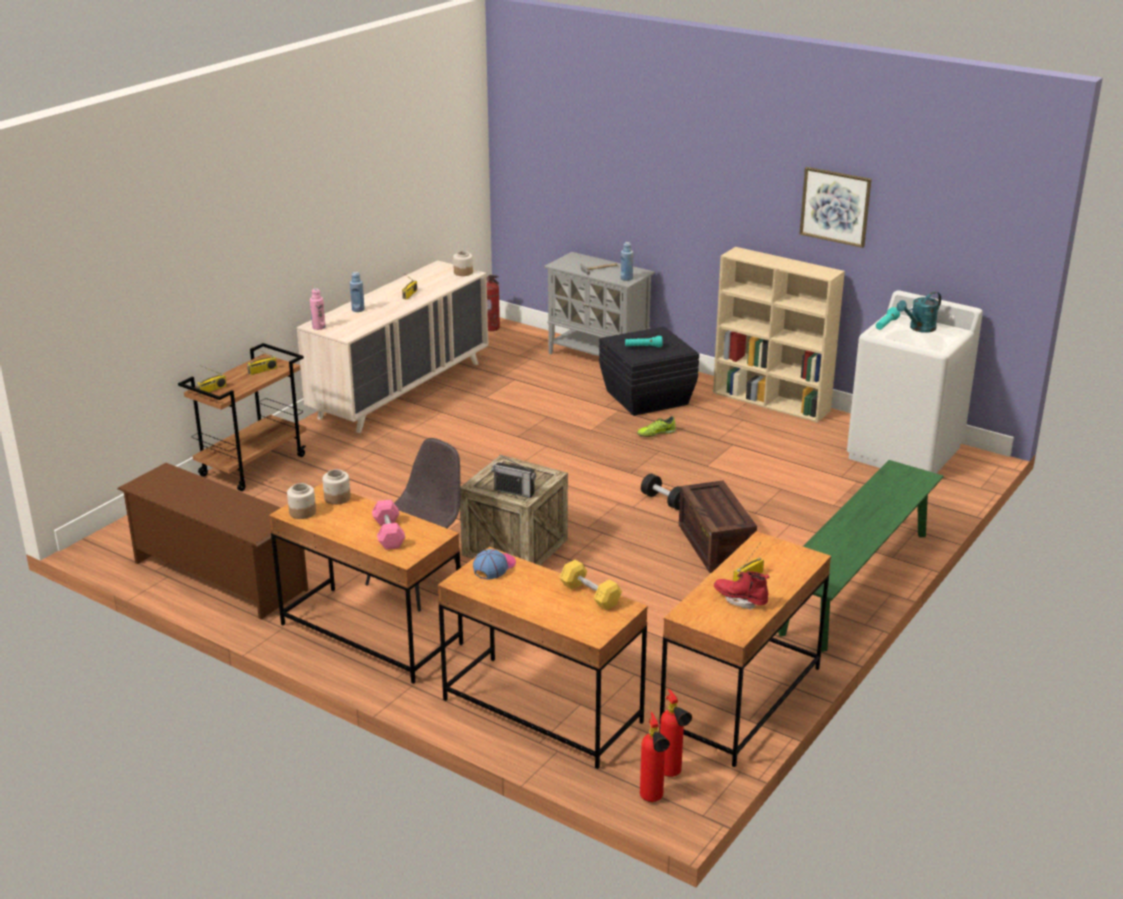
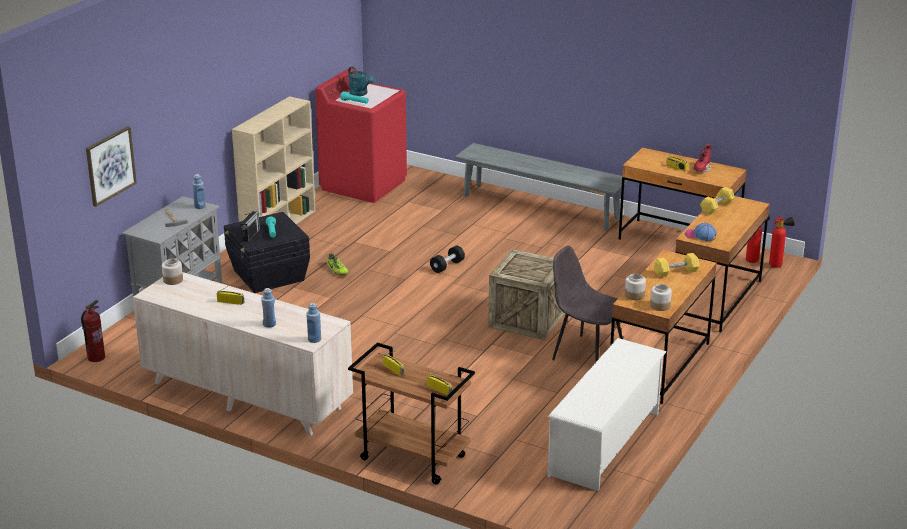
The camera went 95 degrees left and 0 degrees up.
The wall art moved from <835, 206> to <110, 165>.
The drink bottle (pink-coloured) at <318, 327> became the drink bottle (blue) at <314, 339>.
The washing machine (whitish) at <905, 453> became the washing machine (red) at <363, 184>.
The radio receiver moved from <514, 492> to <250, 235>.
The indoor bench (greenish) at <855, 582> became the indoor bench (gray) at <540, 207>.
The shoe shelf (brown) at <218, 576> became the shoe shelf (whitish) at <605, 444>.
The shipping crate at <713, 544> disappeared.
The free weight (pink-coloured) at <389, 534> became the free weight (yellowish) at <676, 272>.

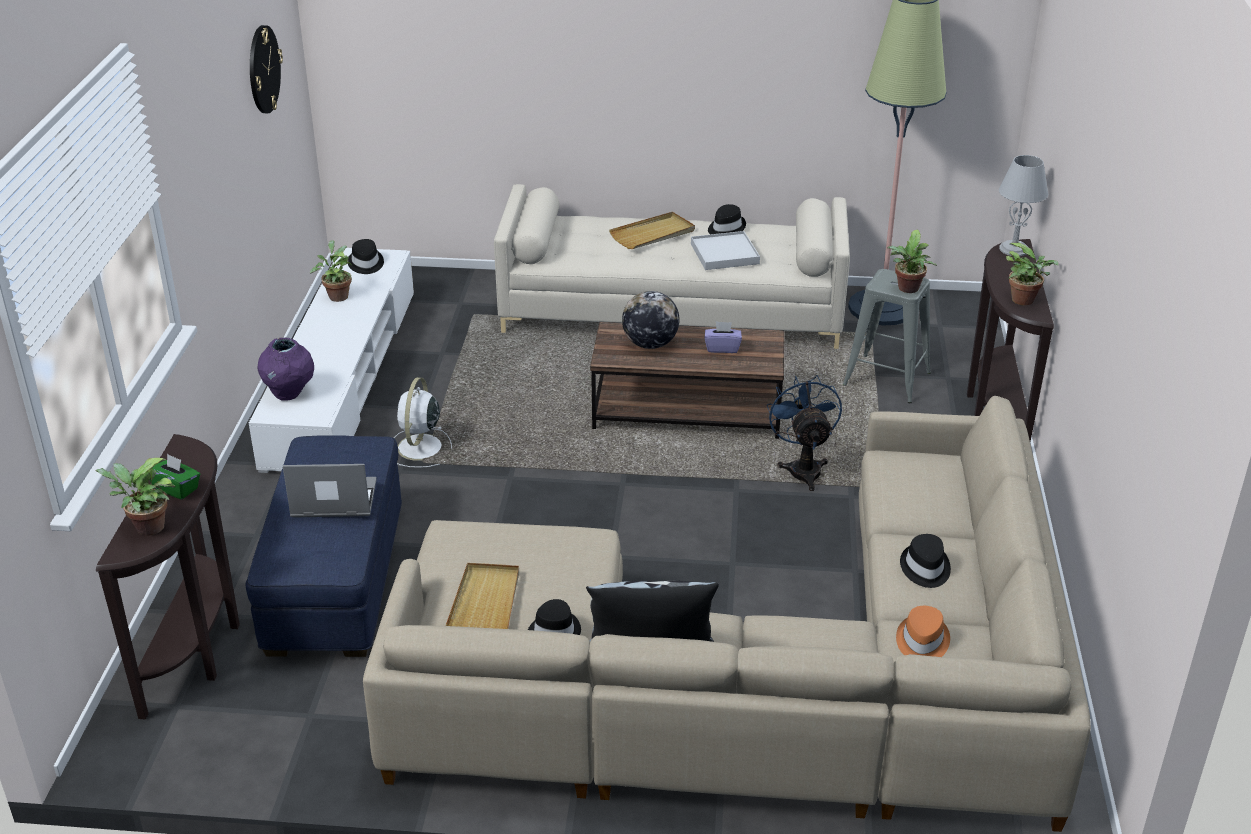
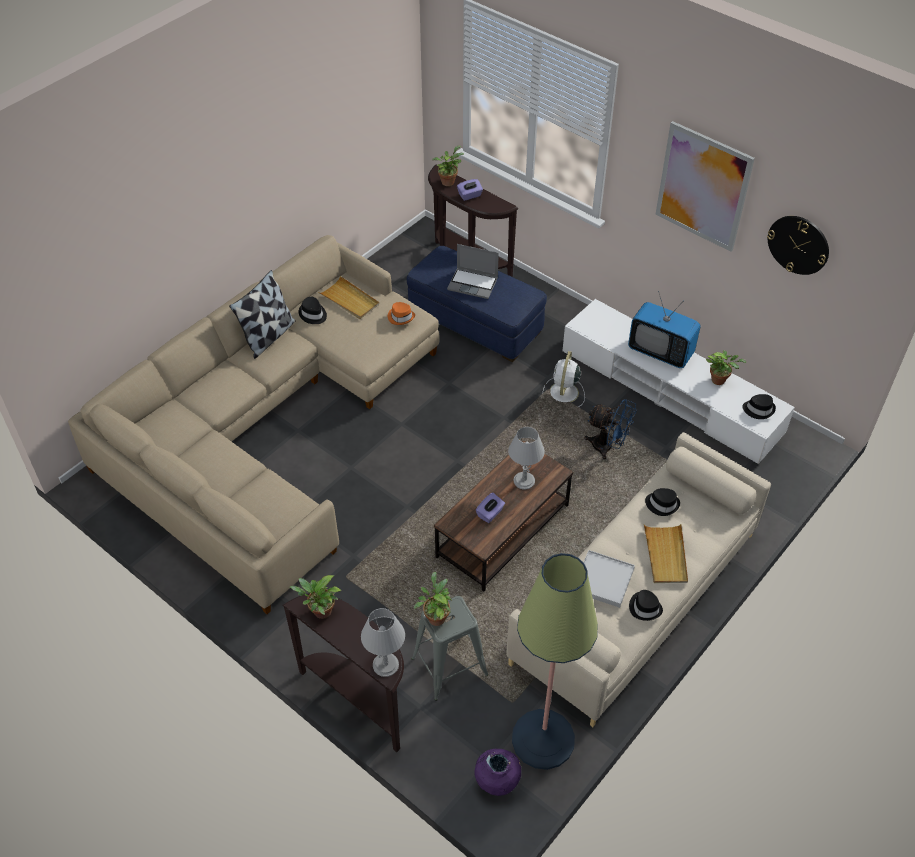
The camera went 125 degrees right and 15 degrees up.
The globe at <650, 344> was replaced by the lamp for a table (gray) at <524, 481>.
The vase (purplish) moved from <289, 394> to <497, 782>.
The cooling fan (blue) moved from <803, 468> to <607, 447>.
The cooling fan (whitish) at <419, 448> turned 120 degrees counterclockwise.
The tissue box (greenish) at <176, 488> became the tissue box (purplish) at <470, 195>.
The notebook computer at <332, 500> turned 75 degrees clockwise.
The wearable hat (black-coloured) moved from <925, 568> to <662, 504>.
The wearable hat (orangey) moved from <921, 641> to <401, 317>.
The wall art at <703, 186> appeared.
The TV at <660, 352> appeared.

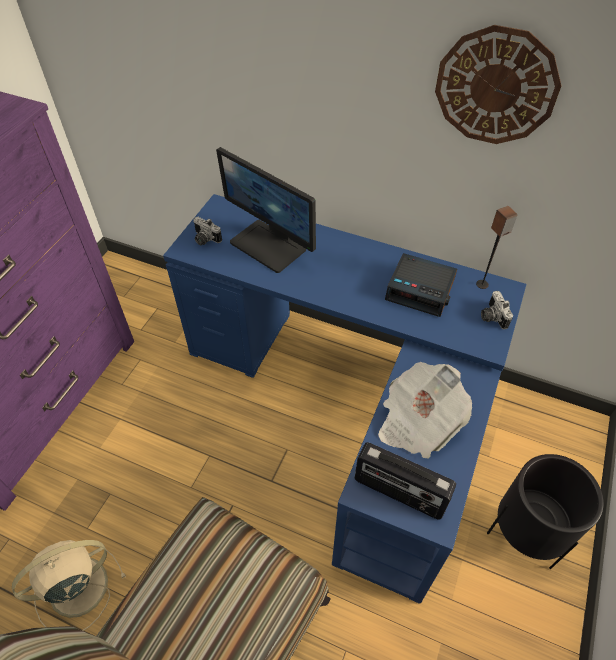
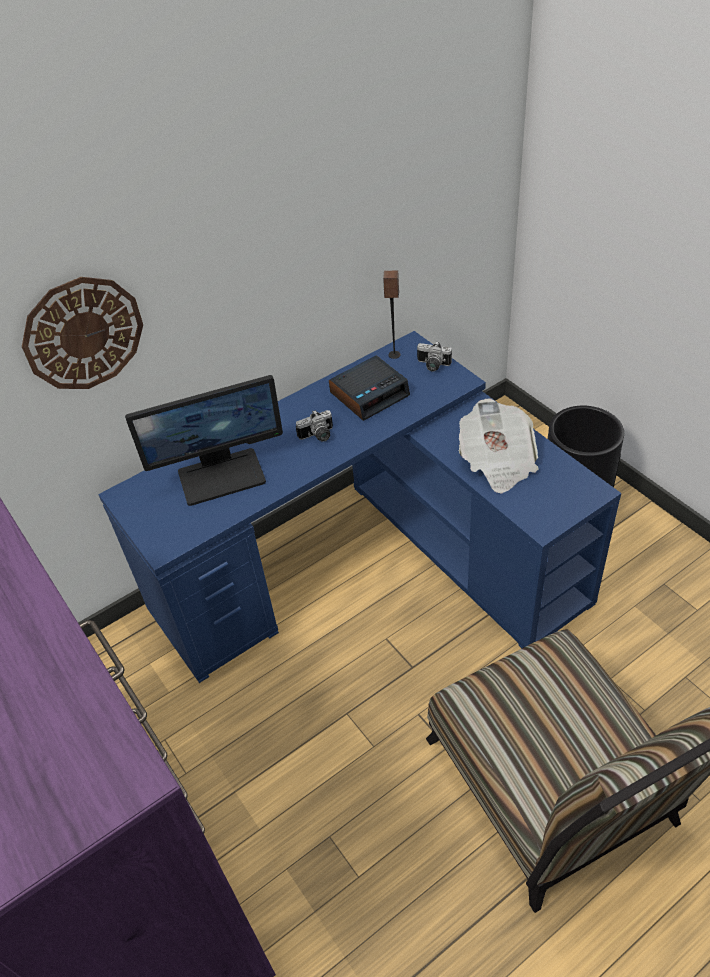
The camera went 55 degrees left and 5 degrees down.
The clock on the wall moved from <496, 87> to <83, 334>.
The still camera moved from <204, 239> to <318, 436>.
The radio receiver at <399, 493> disappeared.
The cooling fan (sand-coloured) at <76, 588> disappeared.

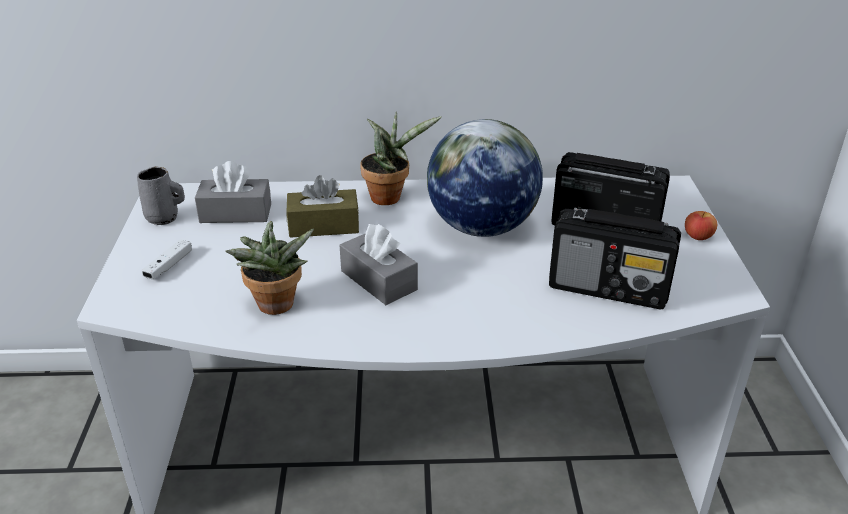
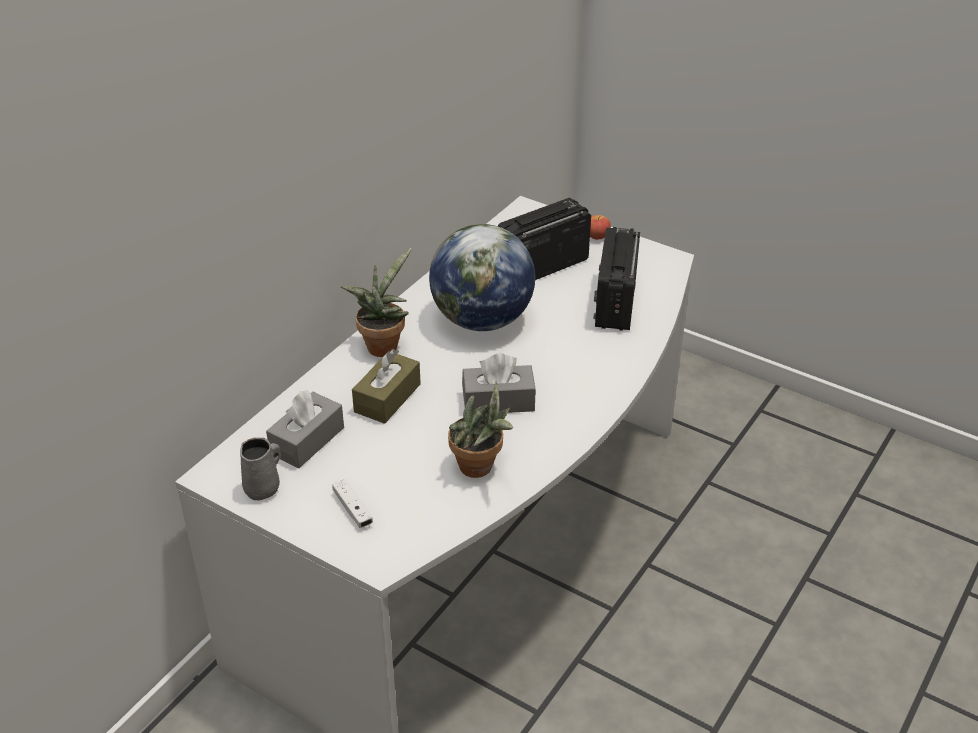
The camera went 55 degrees left and 5 degrees up.
The radio receiver at <609, 288> turned 135 degrees clockwise.

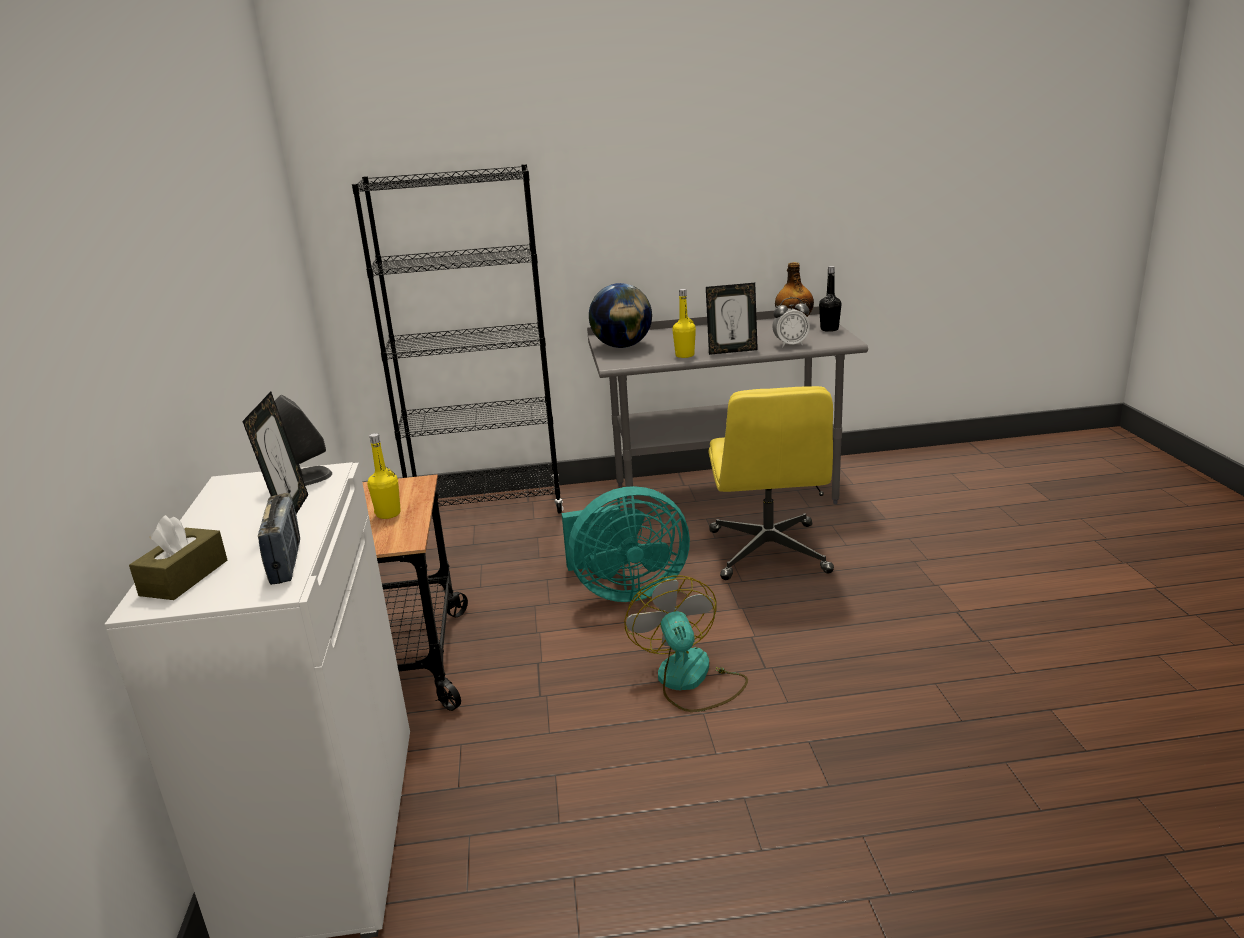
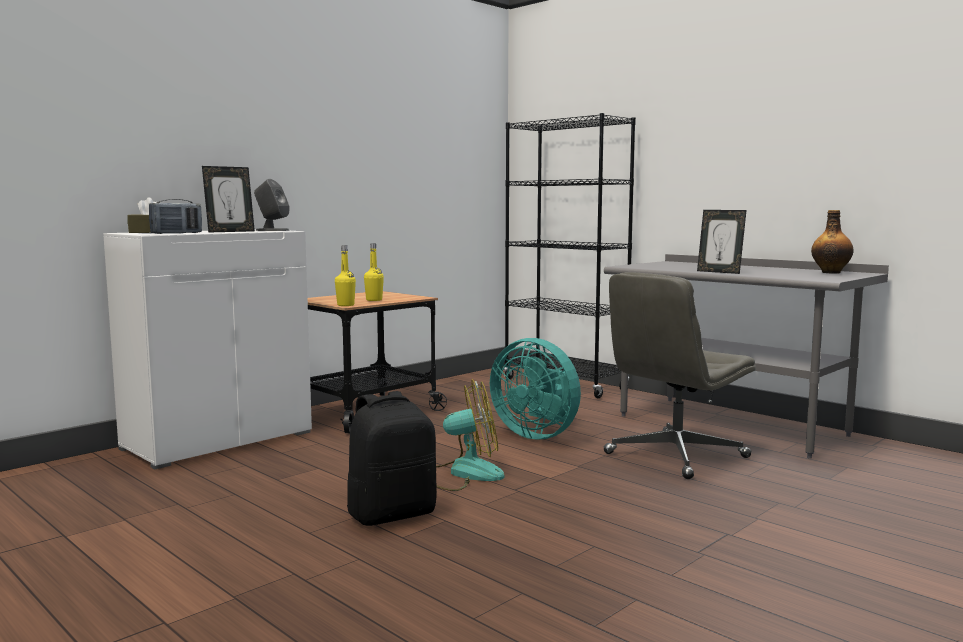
The camera went 50 degrees right and 15 degrees down.
The drink bottle (black-coloured) at <829, 329> disappeared.
The globe at <622, 346> disappeared.
The drink bottle (yellowish) moved from <684, 355> to <345, 305>.
The alarm clock at <790, 344> disappeared.
The office chair (yellowish) at <769, 552> became the office chair (gray) at <675, 456>.
The cooling fan at <690, 680> turned 45 degrees clockwise.
The rucksack (black-coloured) at <392, 514> appeared.

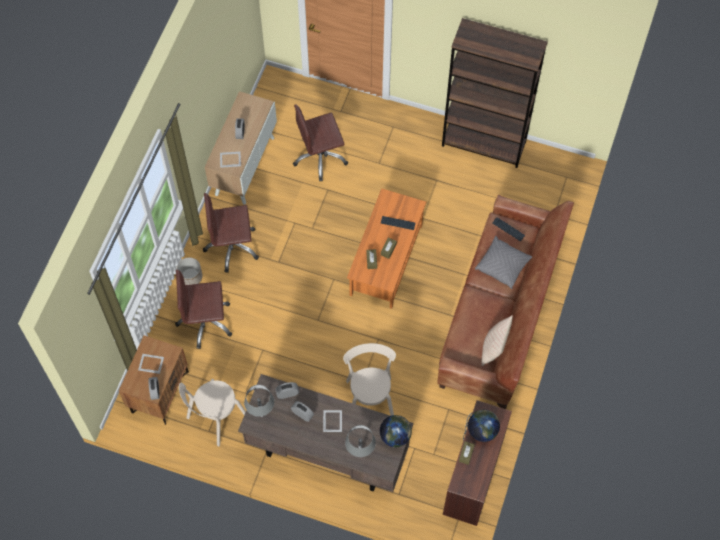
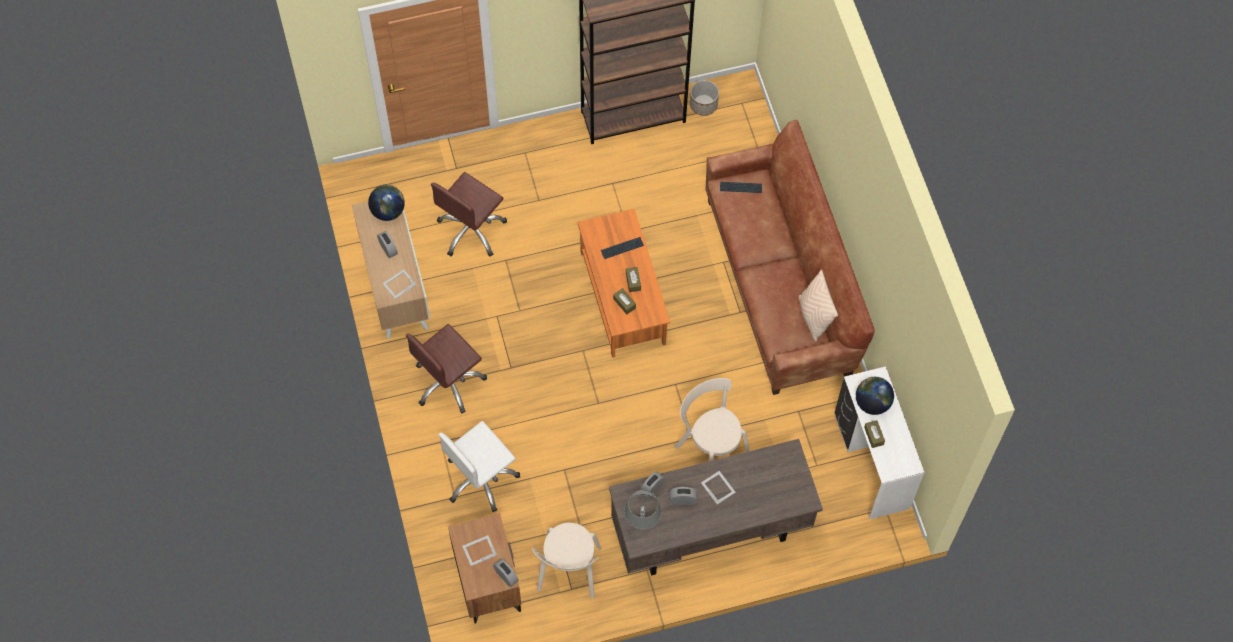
The camera went 35 degrees left and 0 degrees up.
The cushion (gray) at <503, 266> disappeared.
The flower pot moved from <190, 277> to <703, 105>.
The office chair (brown) at <205, 322> became the office chair (whitish) at <481, 478>.
The desk unit (brown) at <472, 476> became the desk unit (whitish) at <870, 463>.
The globe moved from <395, 436> to <388, 211>.
The lamp for a table (gray) at <360, 454> disappeared.

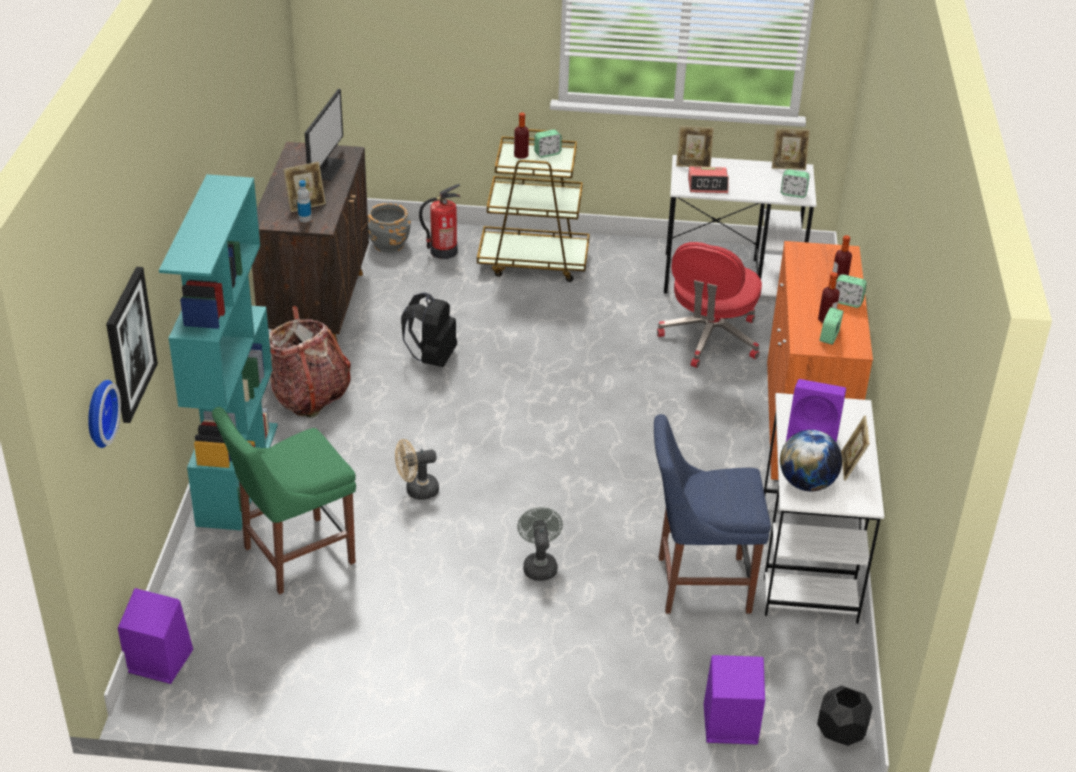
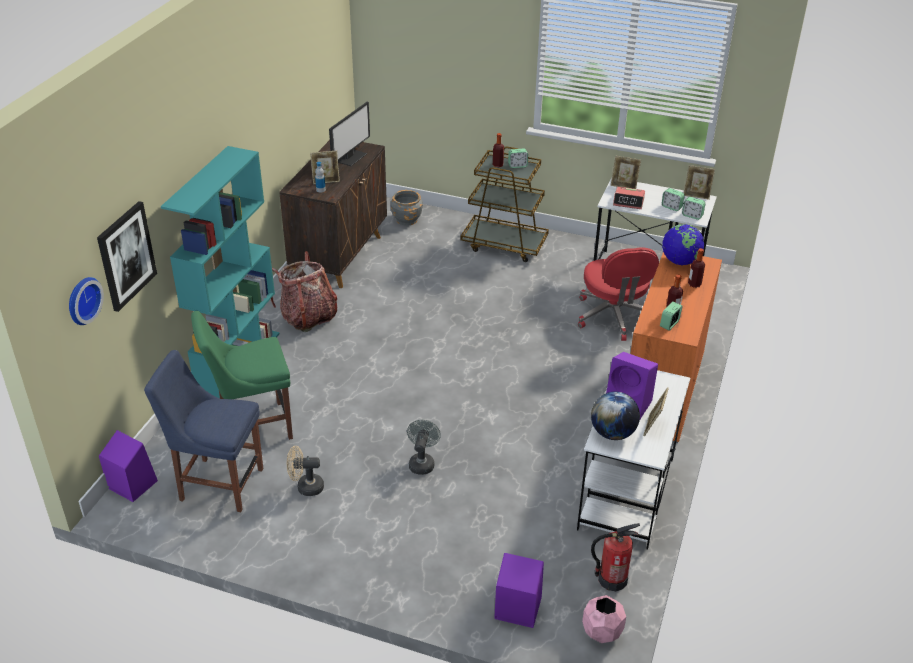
The camera went 15 degrees right and 0 degrees up.
The extinguisher moved from <443, 251> to <612, 579>.
The office chair (red) at <710, 339> turned 45 degrees counterclockwise.
The alarm clock moved from <847, 302> to <671, 207>.
The rucksack (black-coloured) at <432, 358> disappeared.
The plain chair (blue) moved from <697, 584> to <218, 483>.
The cooling fan (sand-coloured) moved from <416, 491> to <305, 487>.
The flower pot (black-coloured) at <840, 733> became the flower pot (pink-coloured) at <601, 632>.
The globe at <680, 261> appeared.

